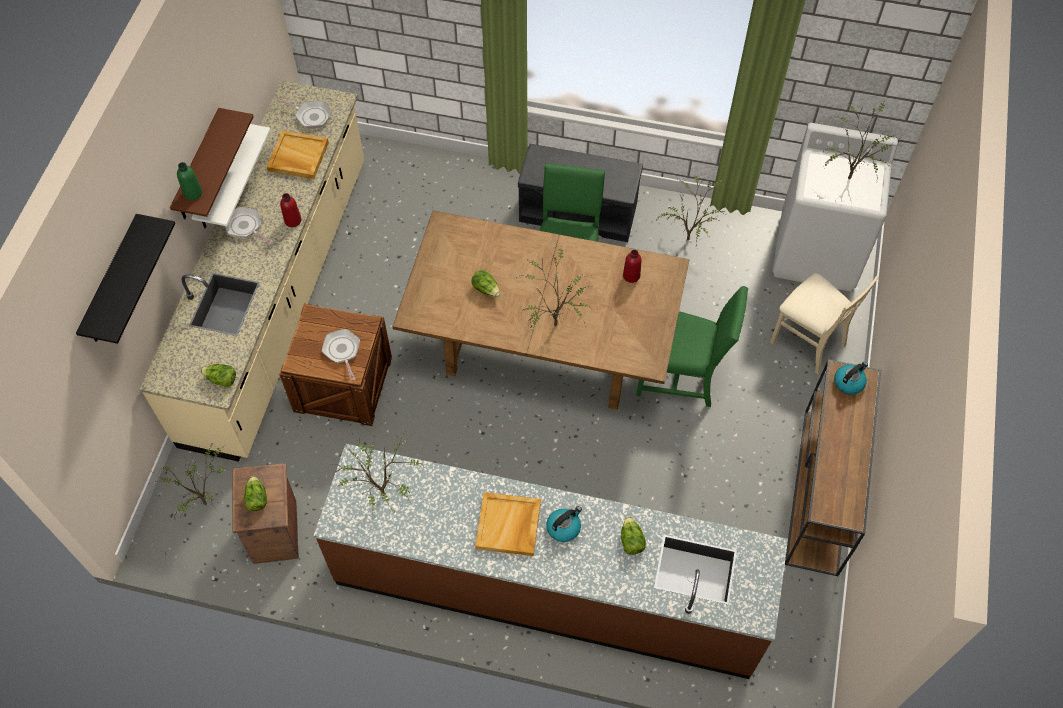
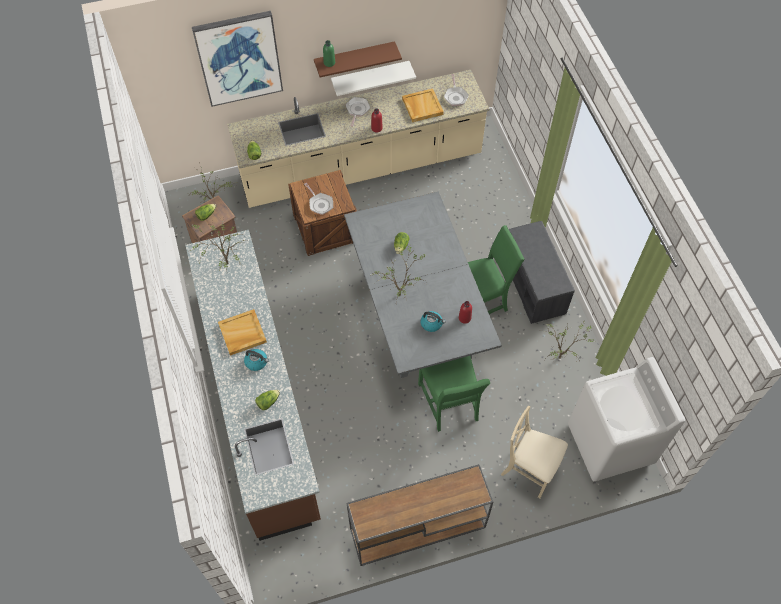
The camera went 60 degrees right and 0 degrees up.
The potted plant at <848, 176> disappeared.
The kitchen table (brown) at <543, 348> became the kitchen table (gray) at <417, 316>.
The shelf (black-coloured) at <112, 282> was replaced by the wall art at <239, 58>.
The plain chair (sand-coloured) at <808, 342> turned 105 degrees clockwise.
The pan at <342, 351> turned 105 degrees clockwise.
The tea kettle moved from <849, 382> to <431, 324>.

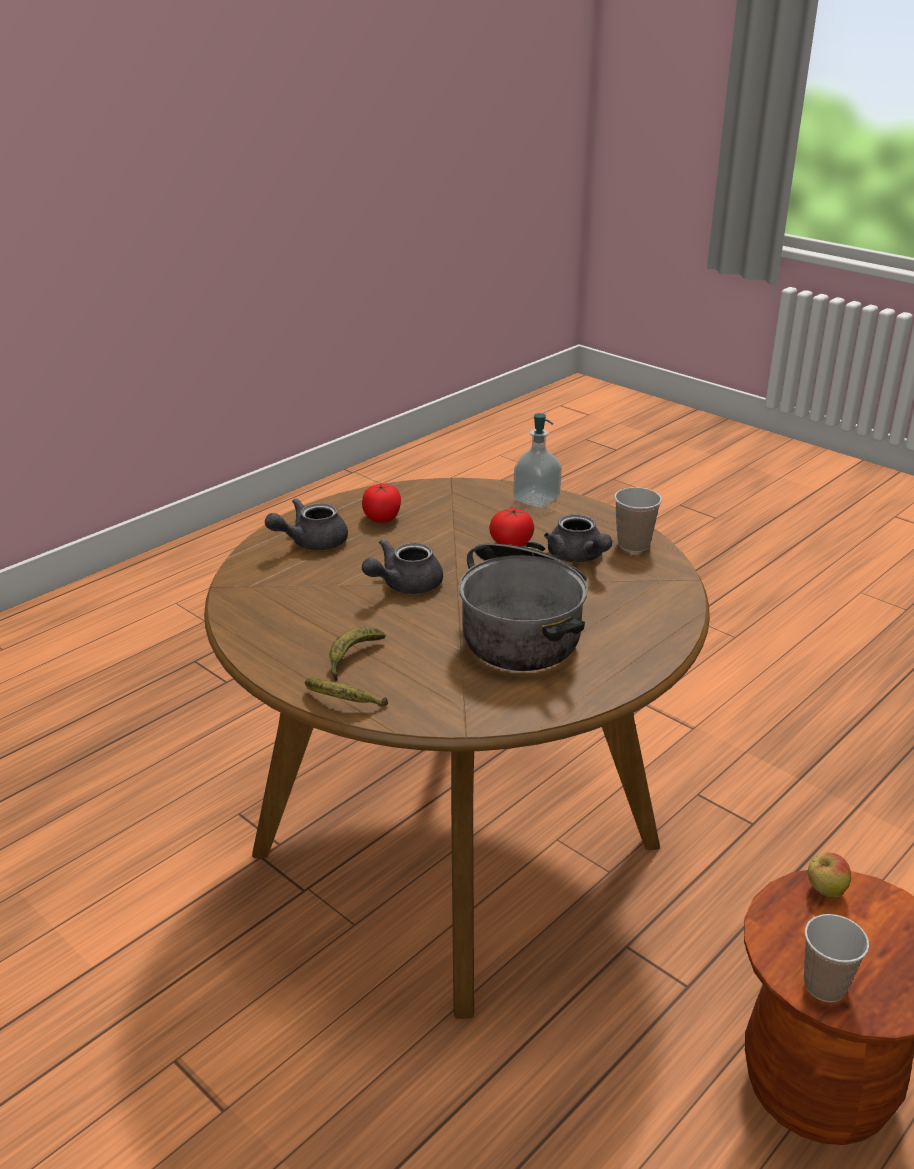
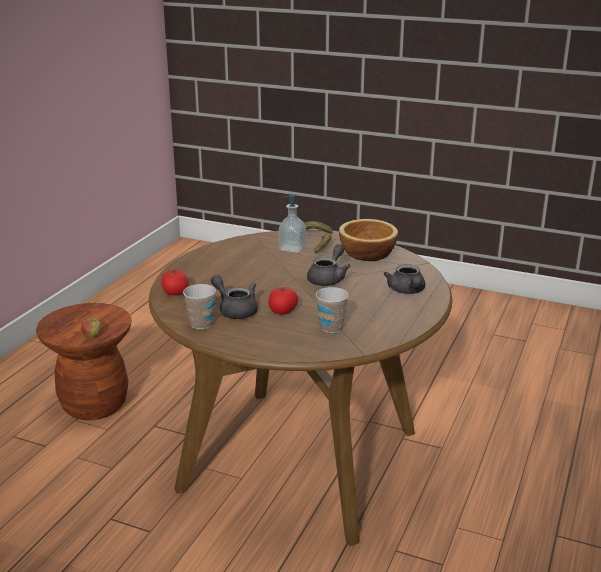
The camera went 160 degrees right and 5 degrees down.
The liquid soap bottle moved from <536, 500> to <292, 248>.
The tomato moved from <382, 518> to <175, 293>.
The teapot (gray) at <311, 542> turned 135 degrees clockwise.
The cooking pot at <524, 627> disappeared.
The cup moved from <825, 986> to <331, 328>.
The serving bowl at <366, 253> appeared.

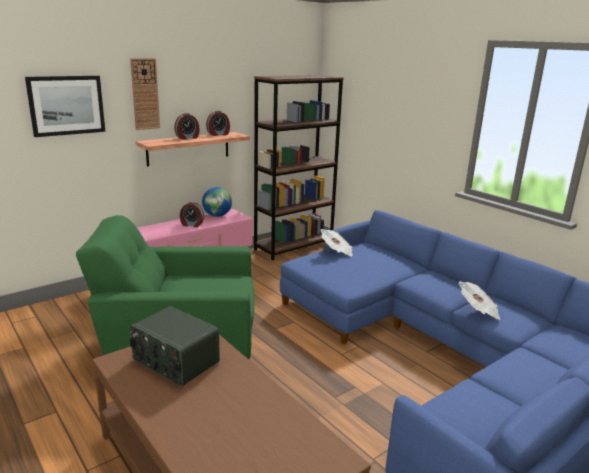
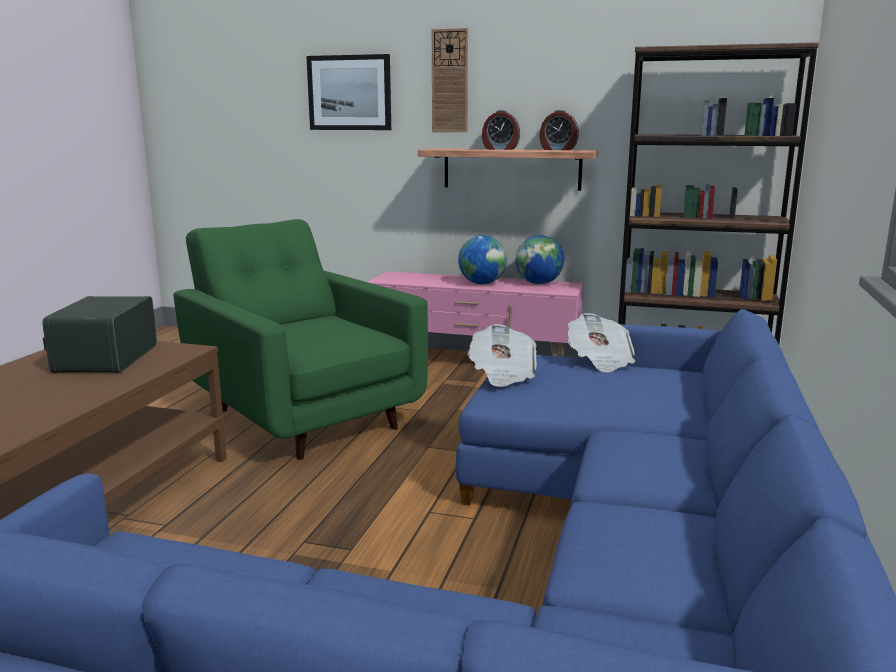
The camera went 55 degrees right and 5 degrees down.
The alarm clock at <192, 225> was replaced by the globe at <482, 283>.
The daily paper moved from <478, 310> to <502, 374>.

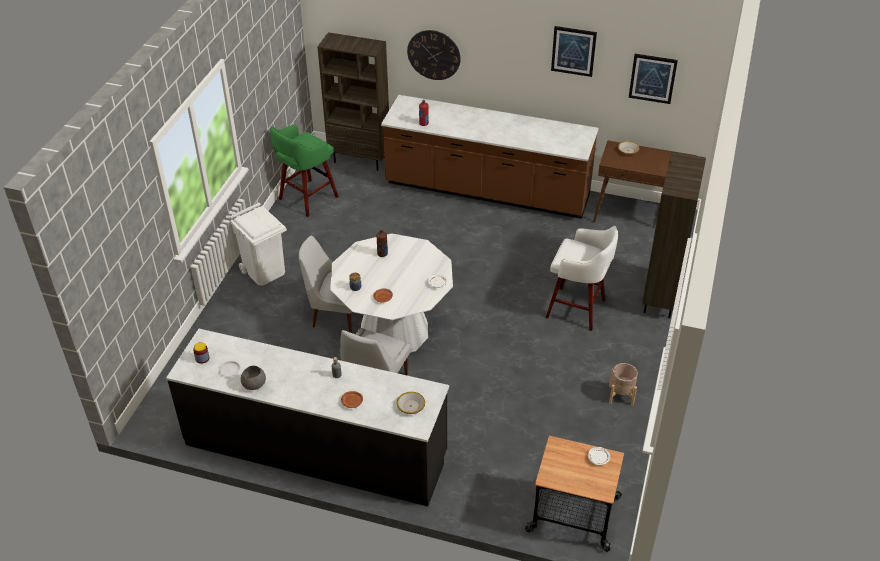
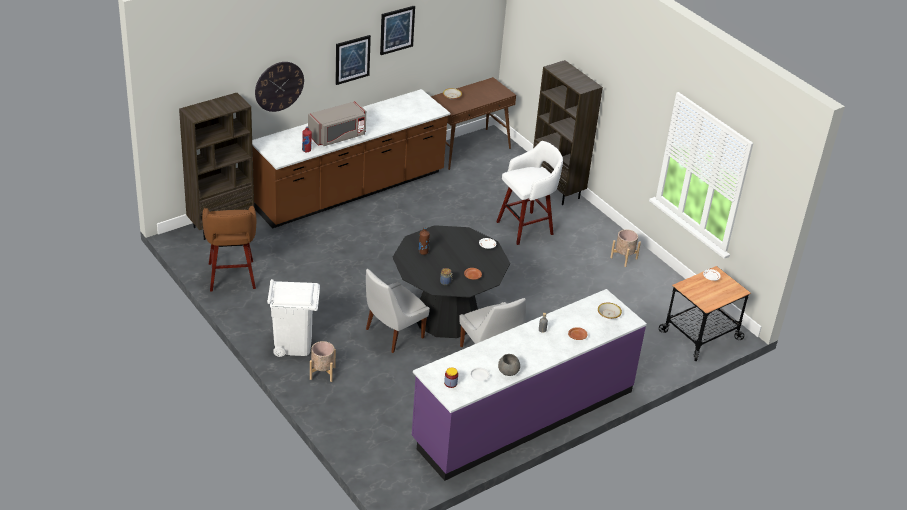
The camera went 55 degrees left and 5 degrees down.
The wall art moved from <652, 78> to <352, 59>.
The stool seat (greenish) at <307, 199> became the stool seat (brown) at <231, 277>.
The kitchen table (whitish) at <394, 330> became the kitchen table (black-coloured) at <446, 316>.
The counter (black-coloured) at <316, 449> became the counter (purplish) at <523, 415>.
The kitchen microwave (gray) at <338, 136> appeared.
The flower pot (sand-coloured) at <322, 373> appeared.

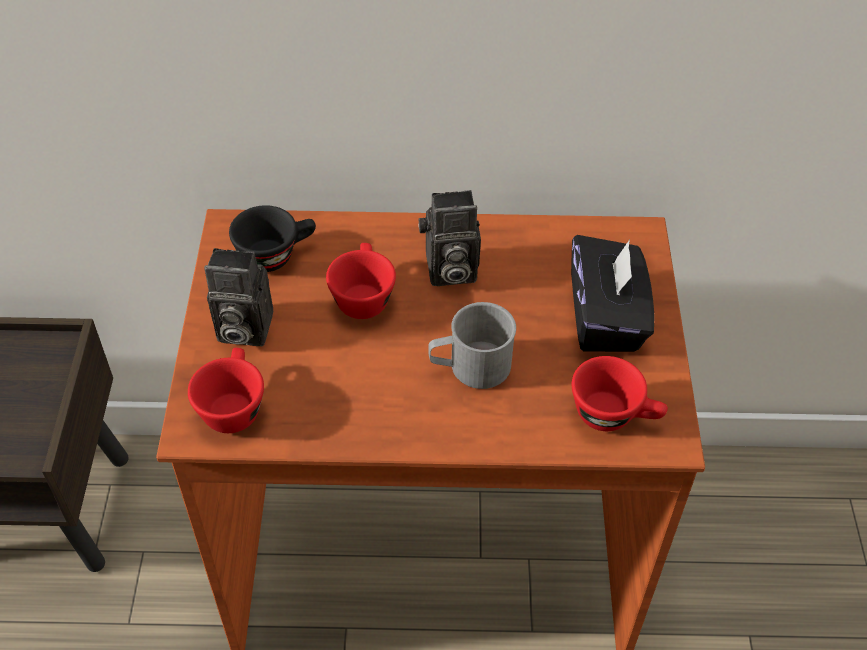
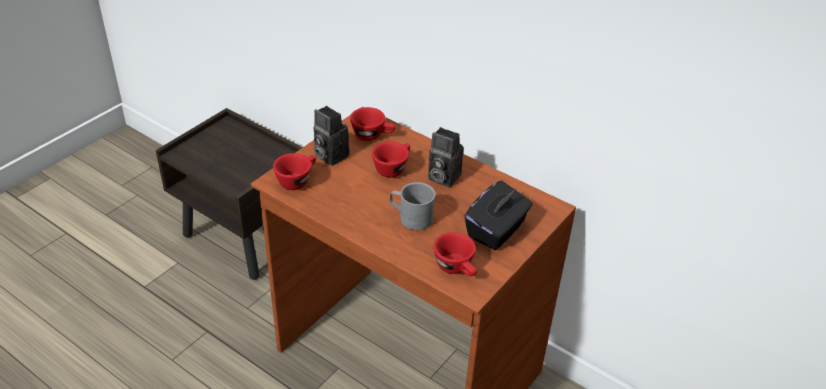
The camera went 35 degrees right and 10 degrees down.
The cup (black-coloured) at <276, 254> became the cup (red) at <372, 135>.

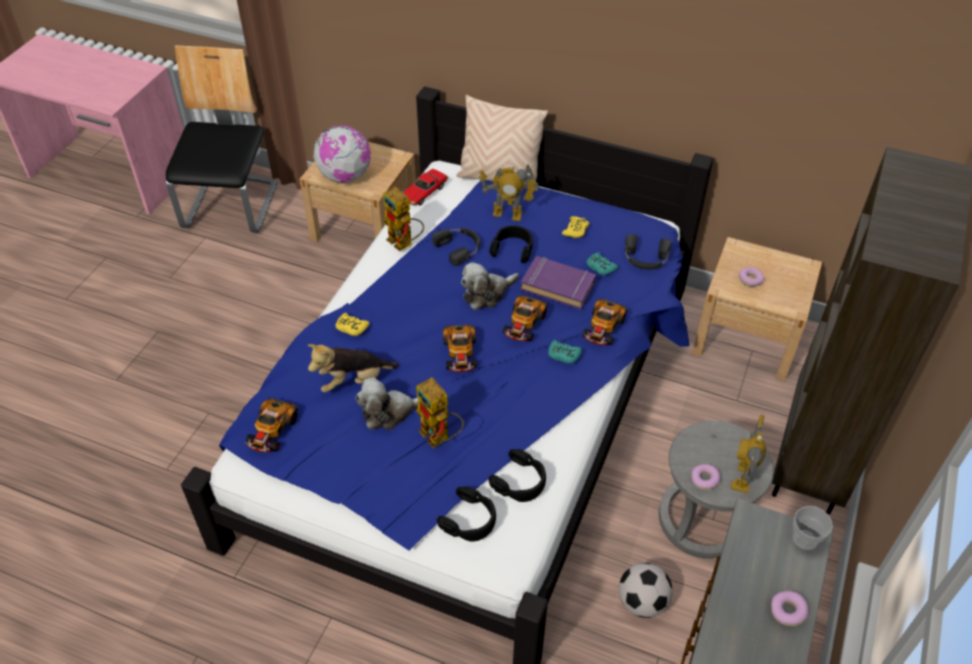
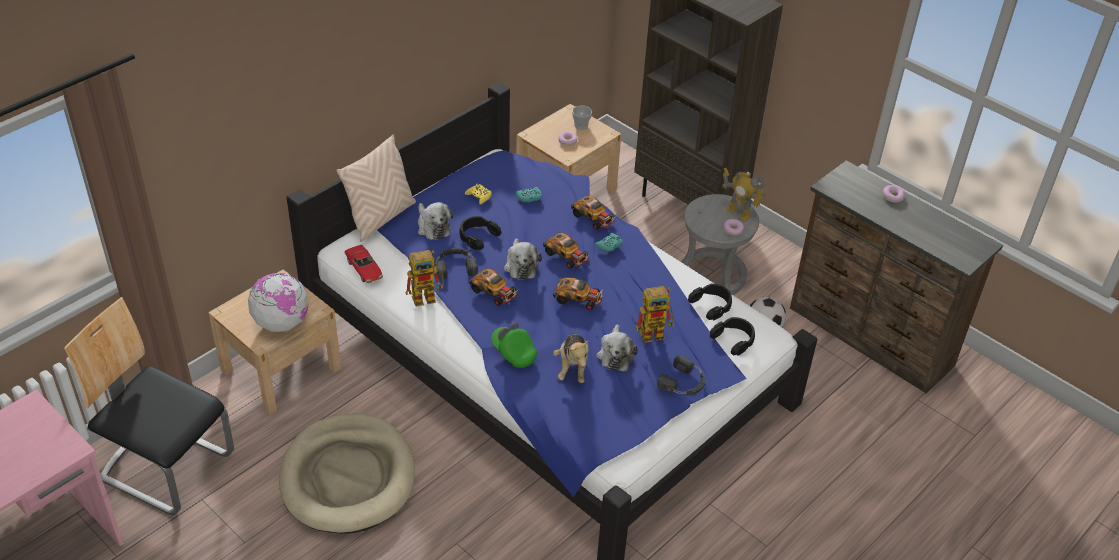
The camera went 70 degrees left and 5 degrees down.
The model robot at <507, 214> was replaced by the cuddly toy at <432, 227>.
The headset (black-coloured) moved from <645, 258> to <684, 382>.
The bound book (purplish) at <558, 286> disappeared.
The gamepad (yellowish) at <351, 327> was replaced by the peaked cap (greenish) at <513, 353>.
The toy car moved from <271, 431> to <494, 292>.
The cup moved from <805, 539> to <581, 125>.
The dog cushion (sand-coloured) at <348, 477> appeared.

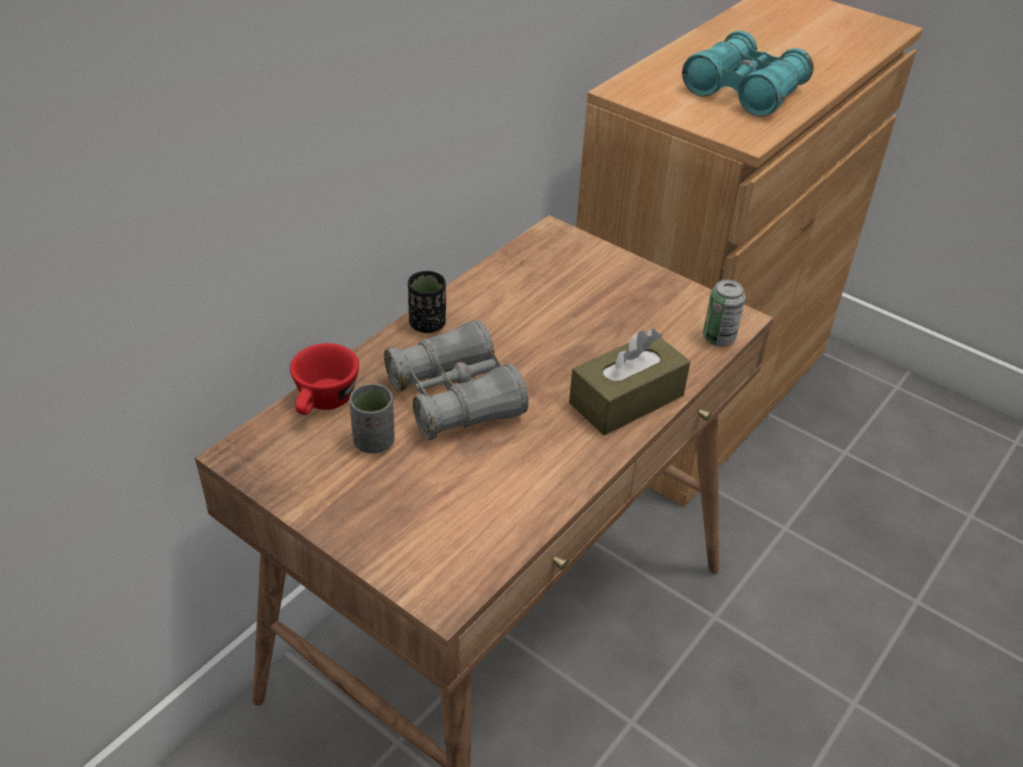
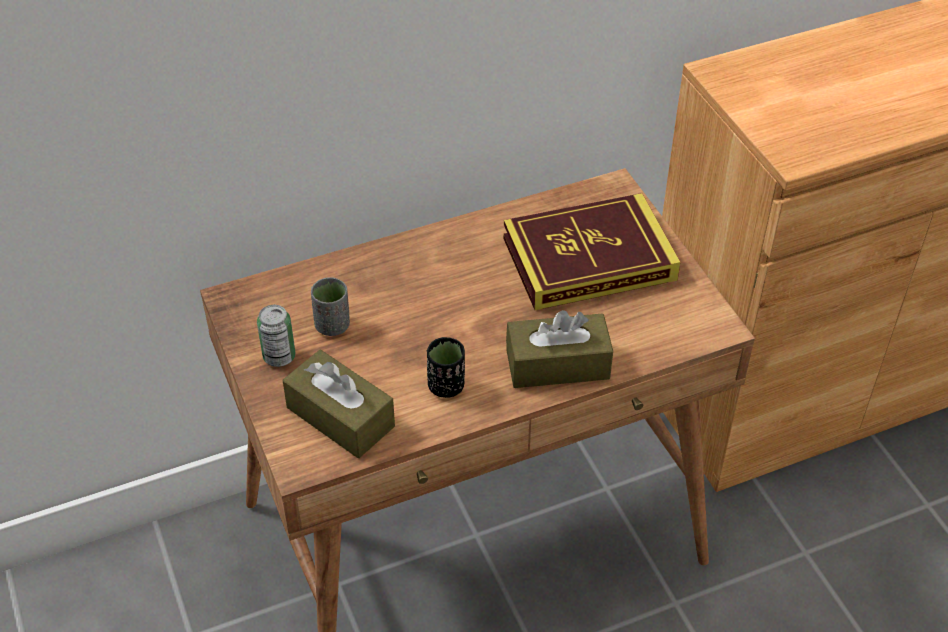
The camera went 30 degrees right and 5 degrees up.
The binoculars (turquoise-coloured) at <744, 91> disappeared.
The cup (black-coloured) moved from <427, 324> to <446, 386>.
The sealed can moved from <718, 338> to <279, 356>.
The binoculars (gray) at <455, 398> disappeared.
The cup (red) at <324, 403> disappeared.
The bound book at <589, 259> appeared.
The tissue box (brown) at <340, 417> appeared.

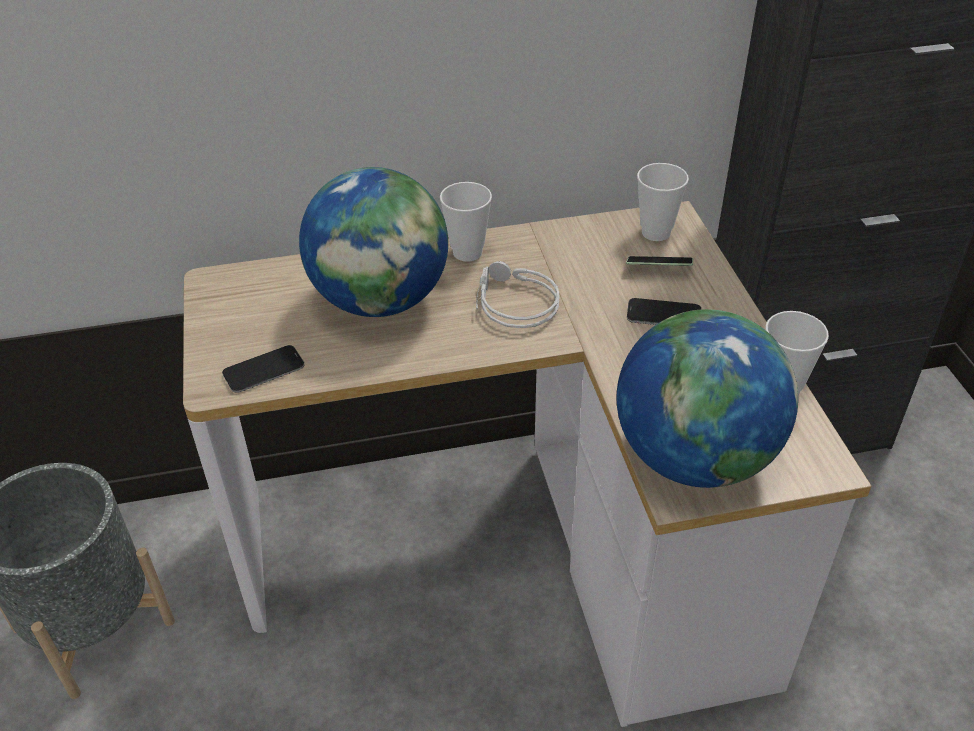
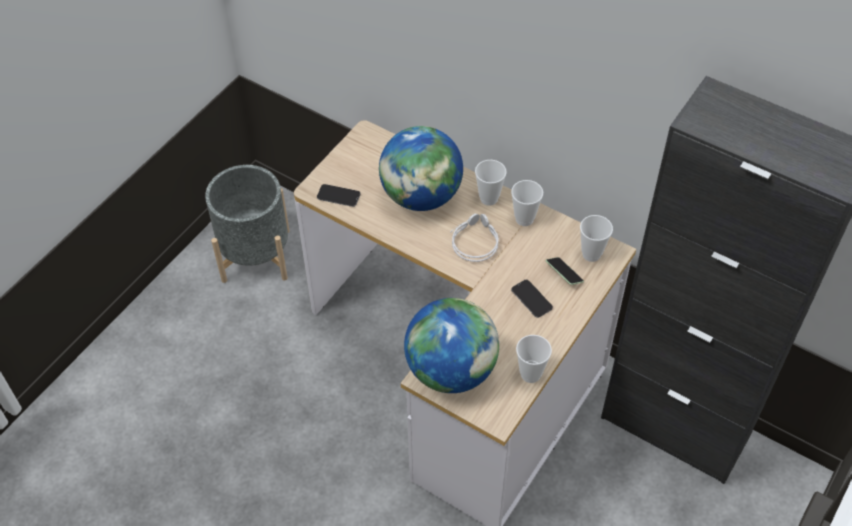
The camera went 45 degrees right and 10 degrees up.
The cup at <524, 219> appeared.

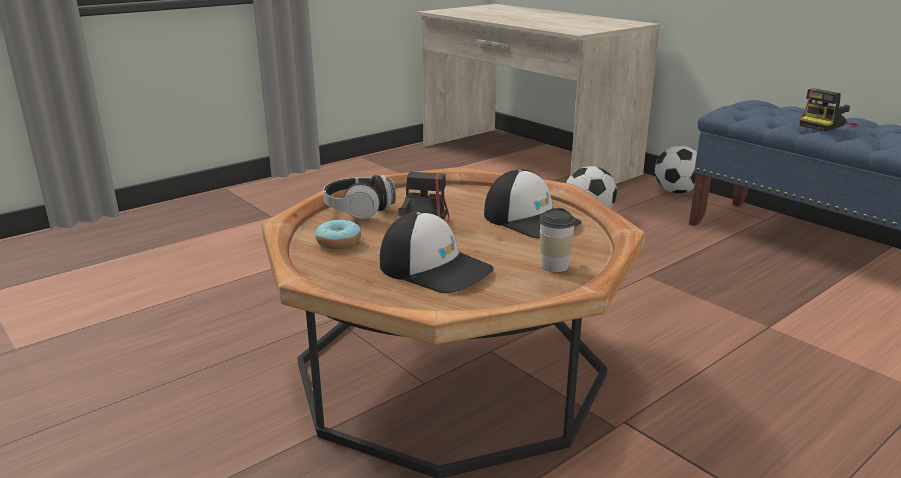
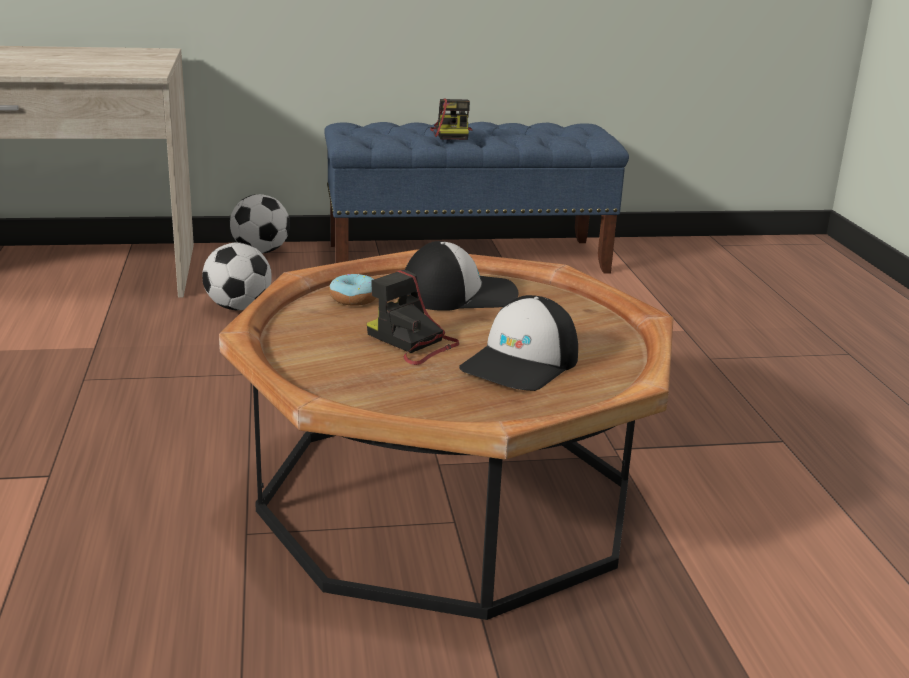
The camera went 60 degrees left and 0 degrees up.
The headset at <359, 210> disappeared.
The cup at <554, 266> disappeared.
The peaked cap at <435, 268> turned 150 degrees clockwise.
The doughnut moved from <338, 242> to <354, 299>.

